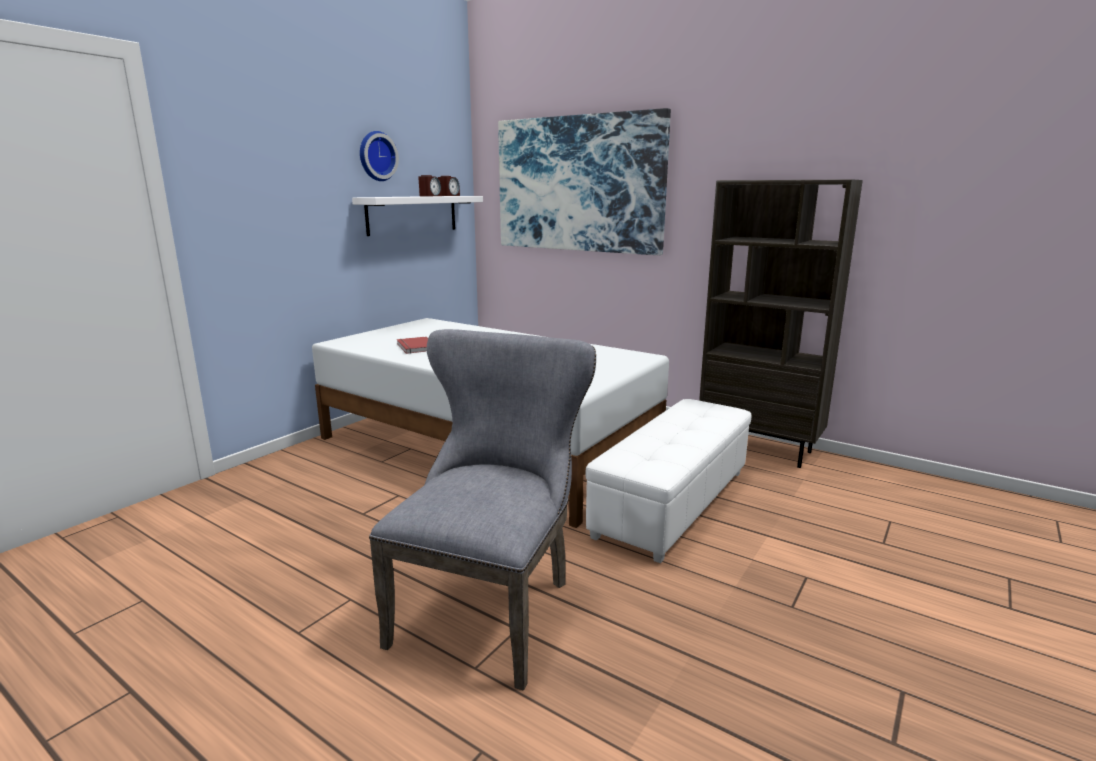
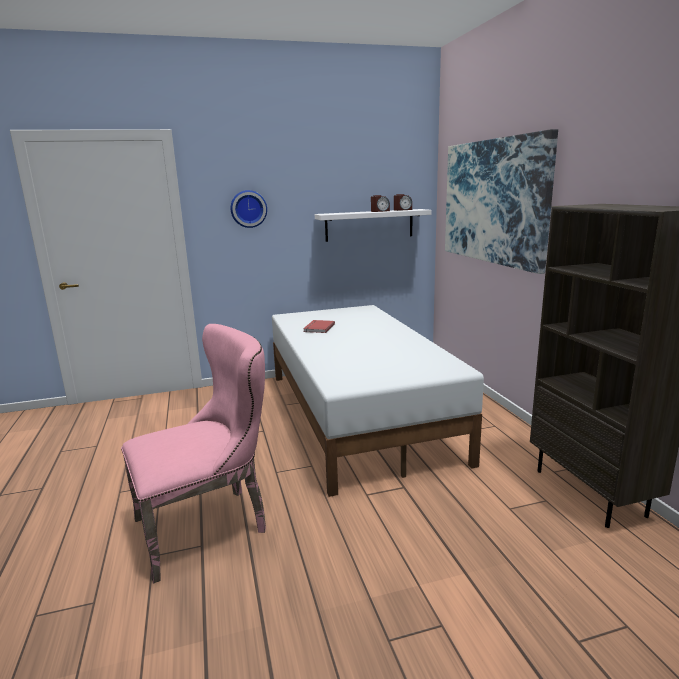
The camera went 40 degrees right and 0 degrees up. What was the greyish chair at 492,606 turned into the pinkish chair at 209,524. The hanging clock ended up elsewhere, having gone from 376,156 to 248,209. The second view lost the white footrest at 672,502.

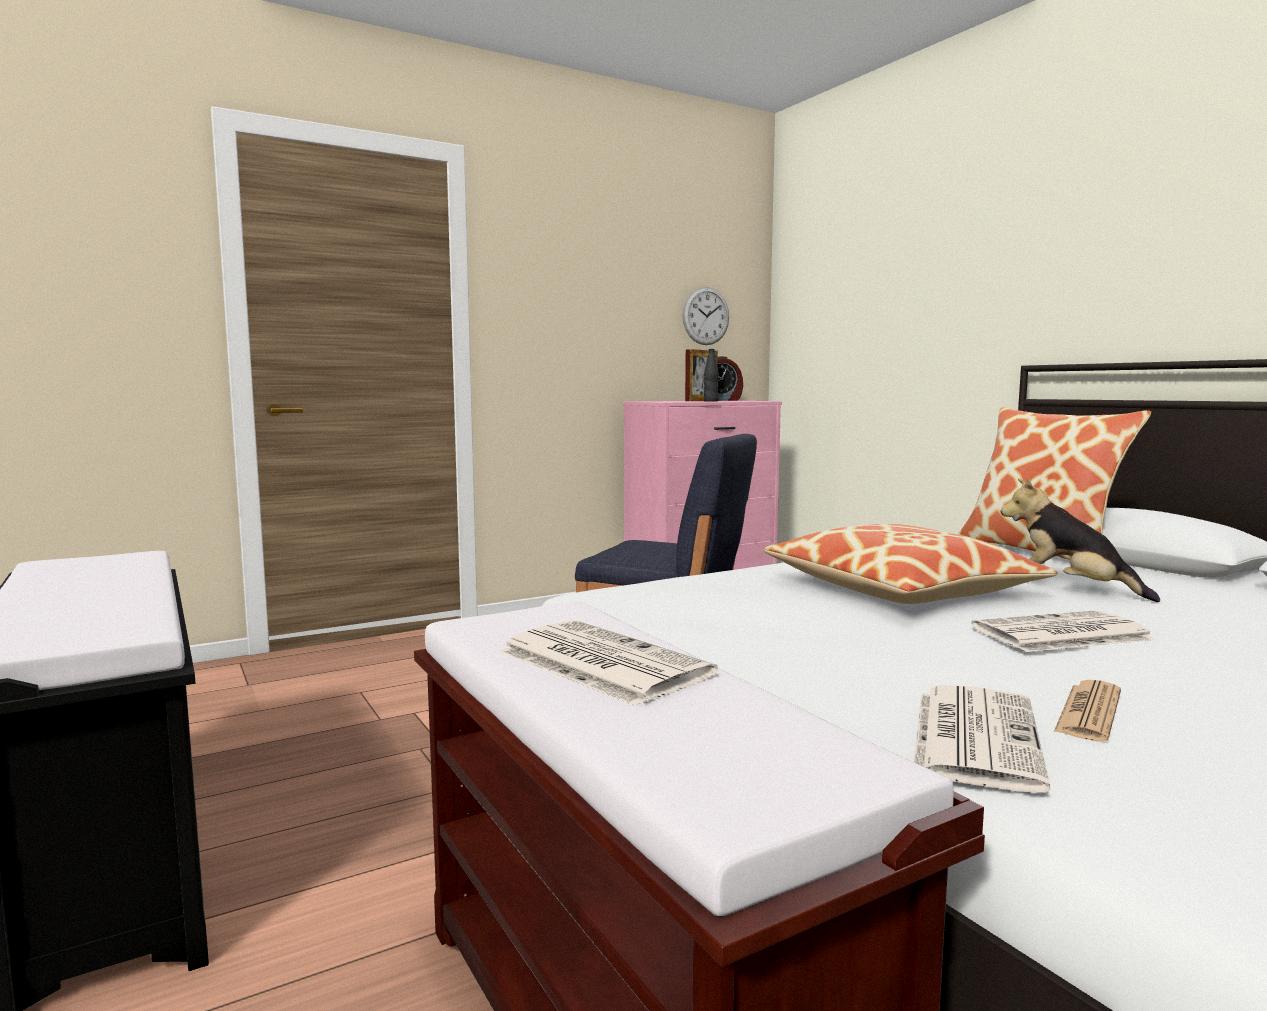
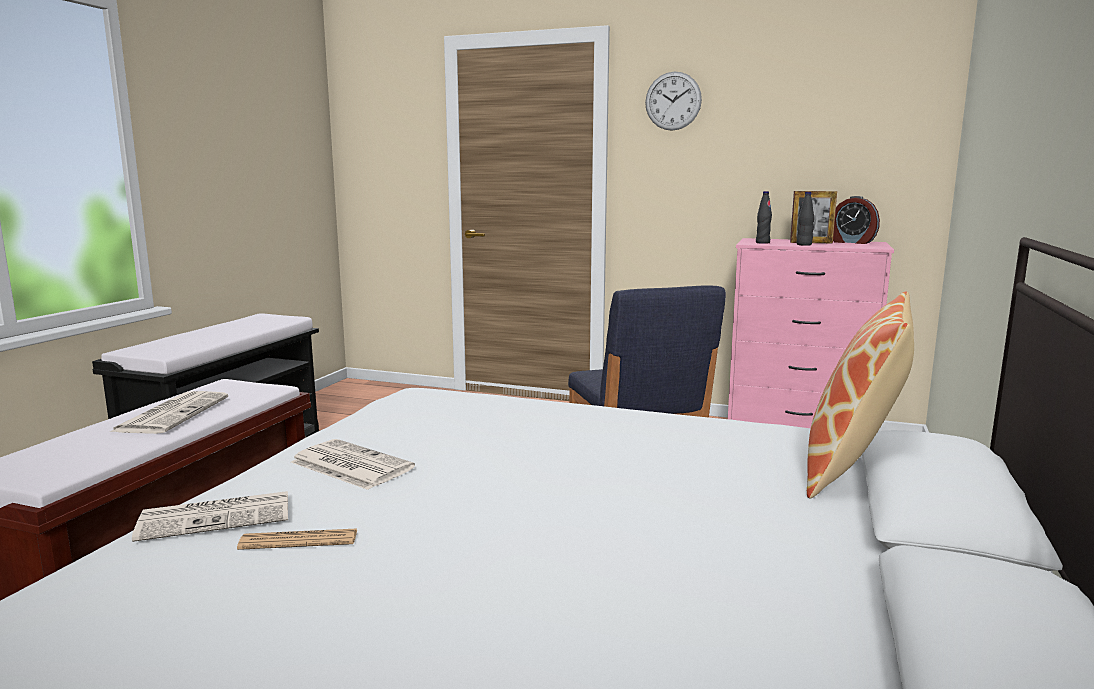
The camera went 50 degrees right and 5 degrees up. The printed paper ended up elsewhere, having gone from 1060,634 to 349,465. The hanging clock ended up elsewhere, having gone from 706,316 to 673,101. The second view gained the black bottle at 762,243. The second view lost the throw pillow at 900,590. The second view lost the cuddly toy at 1070,589.

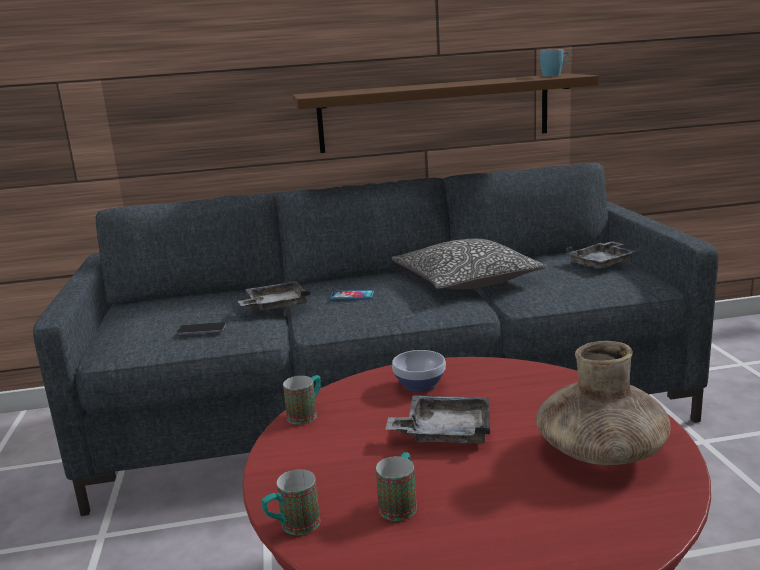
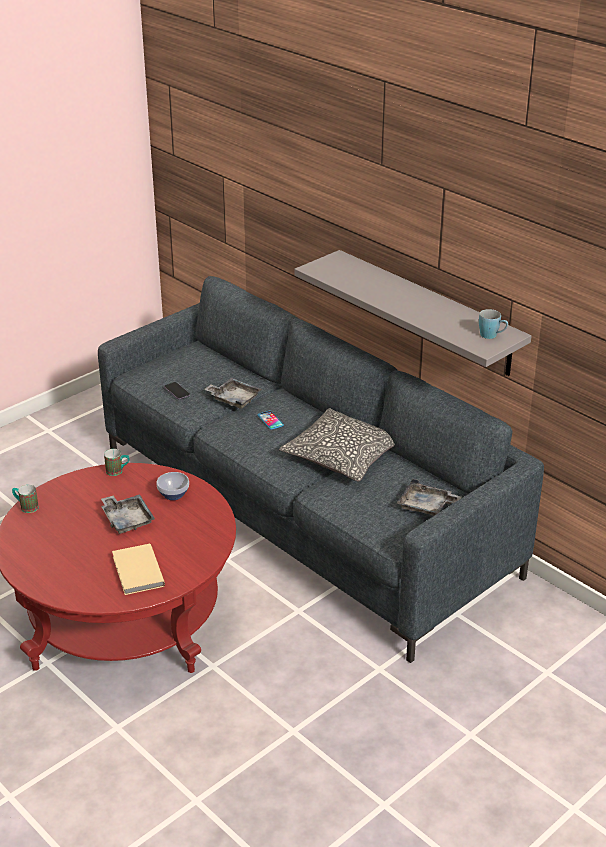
The camera went 55 degrees right and 15 degrees up. Where the brown-coloured vase stood at 600,452, the beige-coloured bound book came to stand at 136,572. What was the brown-coloured bracket shelf at 434,113 turned into the greyish bracket shelf at 428,313. The second view lost the mug at 400,504.

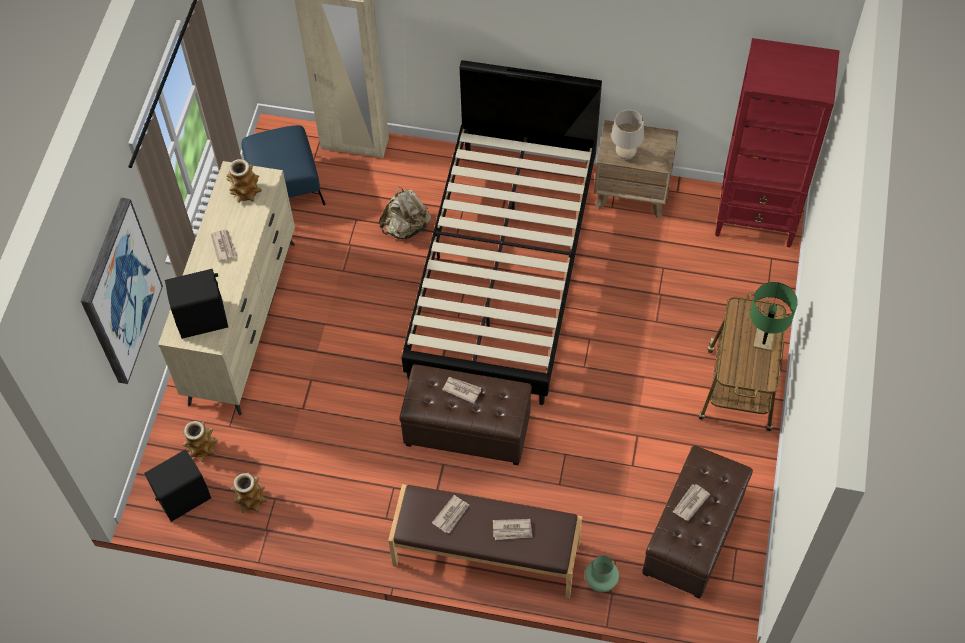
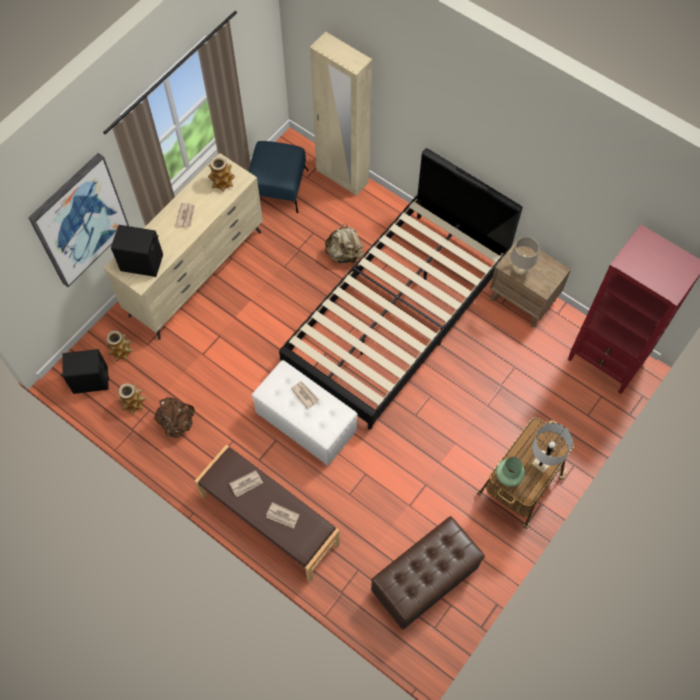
The camera went 25 degrees right and 5 degrees up. The second view gained the brown-coloured knapsack at 177,423. What was the brown-coloured footrest at 467,429 turned into the white footrest at 306,422. The green-coloured vase ended up elsewhere, having gone from 601,582 to 508,477. What was the green-coloured tabletop lamp at 764,339 turned into the white tabletop lamp at 542,462. The second view lost the printed paper at 690,503.

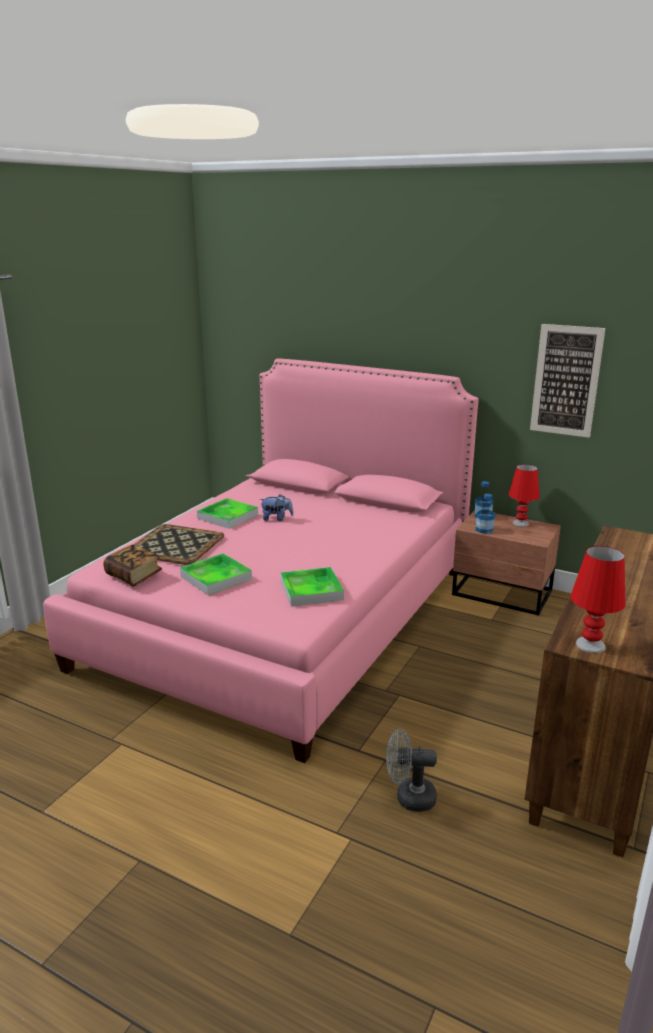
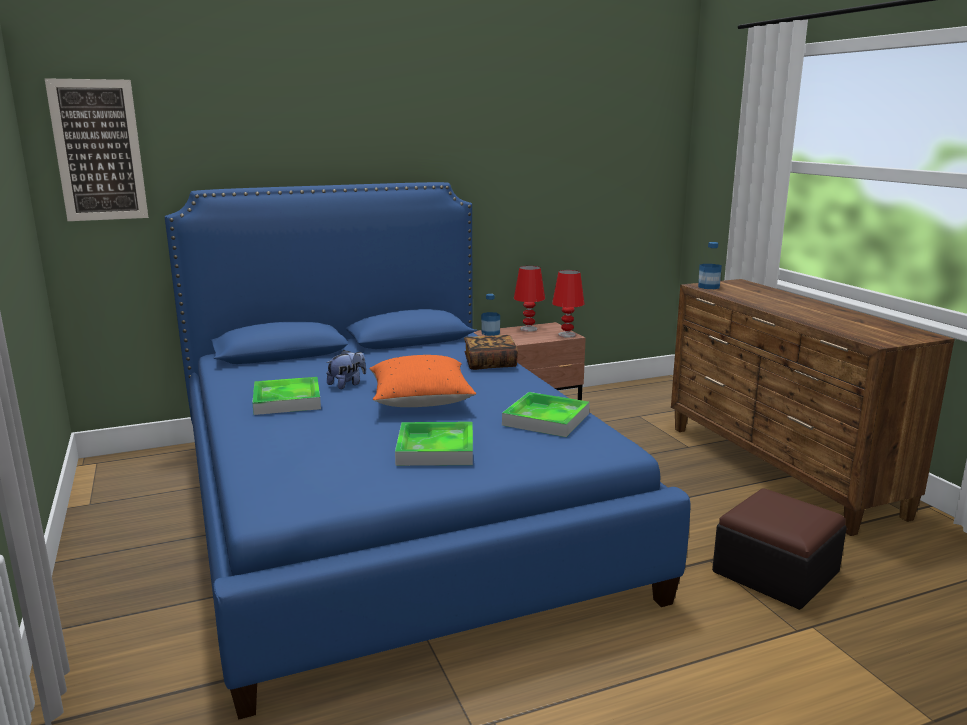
The camera went 50 degrees left and 5 degrees down. The picture ended up elsewhere, having gone from 566,381 to 98,151. What was the pinkish bed at 283,615 turned into the blue bed at 389,509. The second view gained the orange throw pillow at 420,401. The bound book ended up elsewhere, having gone from 134,576 to 490,364. The red tabletop lamp ended up elsewhere, having gone from 590,645 to 567,335. The bottle ended up elsewhere, having gone from 484,529 to 708,287. Where the greyish electric fan stood at 409,797, the footrest came to stand at 775,572. The second view lost the tray at 177,544.

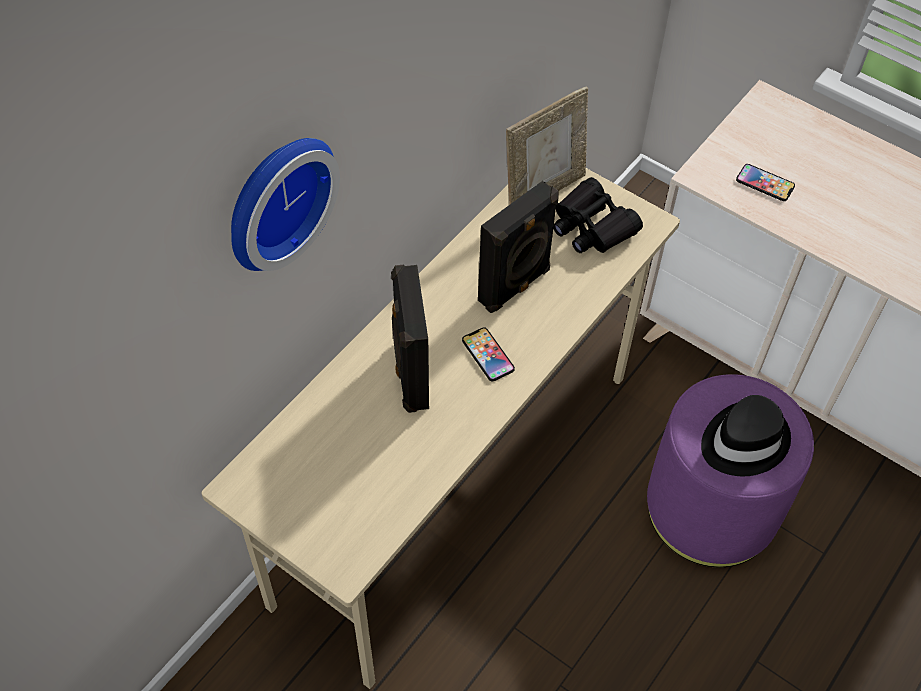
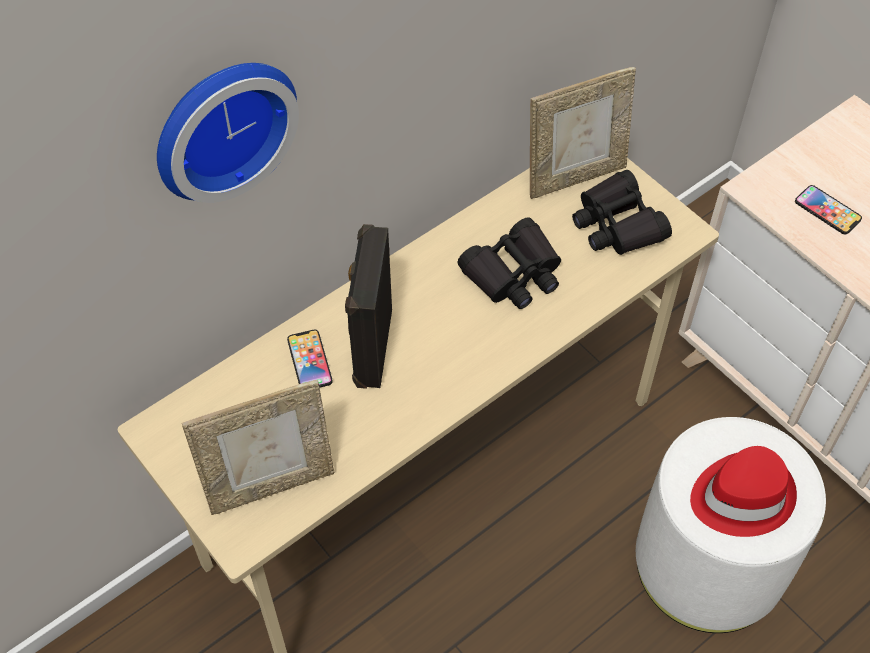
The camera went 15 degrees right and 0 degrees up. The second view gained the standing frame at 271,484. The telephone ended up elsewhere, having gone from 488,355 to 309,361. Where the black loudspeaker stood at 515,286, the black binoculars came to stand at 513,274. What was the purplish footrest at 711,508 turned into the white footrest at 708,564. What was the black hat at 743,441 turned into the red hat at 741,496.

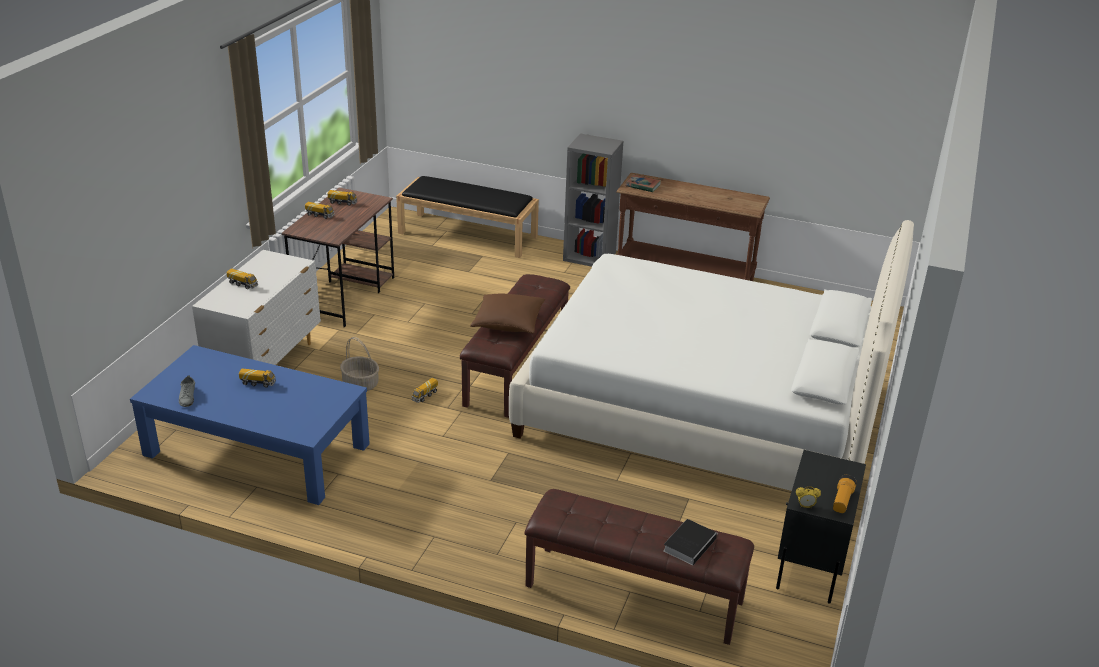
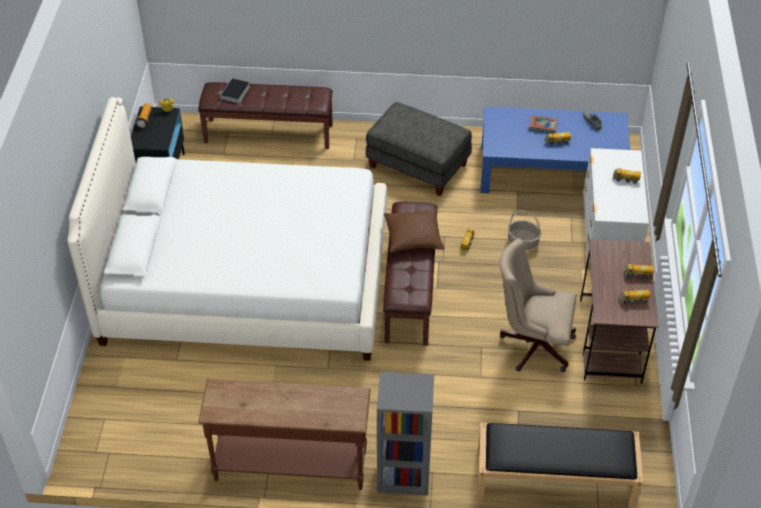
The camera went 165 degrees right and 15 degrees up. The second view gained the greyish footrest at 417,166. The second view gained the beige-coloured desk chair at 532,344. The bound book ended up elsewhere, having gone from 642,185 to 543,126.

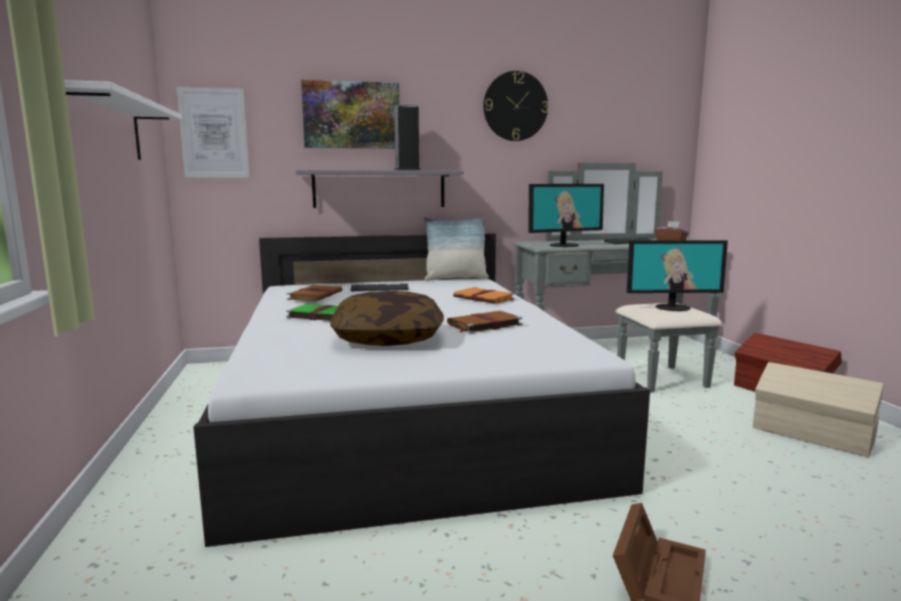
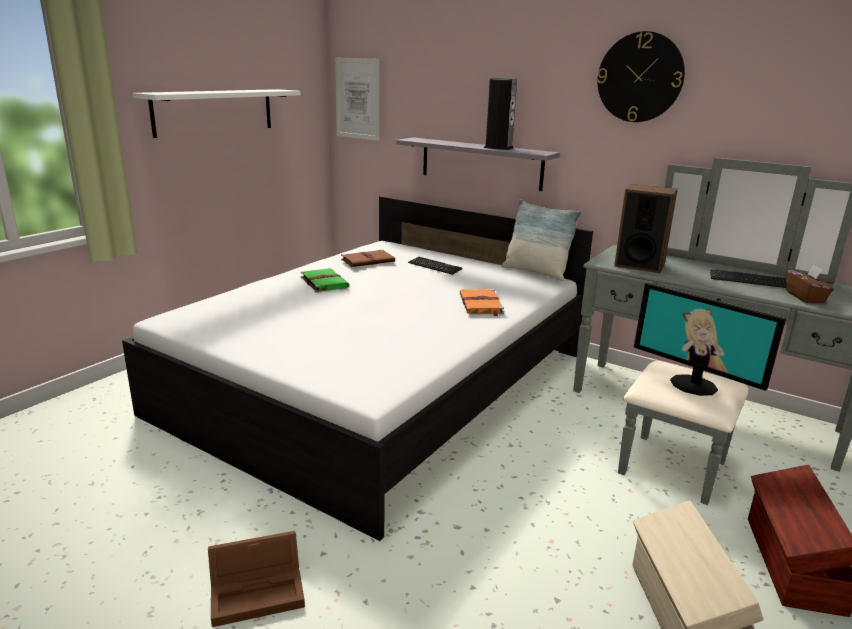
The camera went 45 degrees right and 10 degrees up. Where the monitor stood at 564,245, the loudspeaker came to stand at 639,265. The second view lost the picture at 351,115. The second view lost the throw pillow at 388,338. The second view lost the brown-coloured bound book at 483,324.

